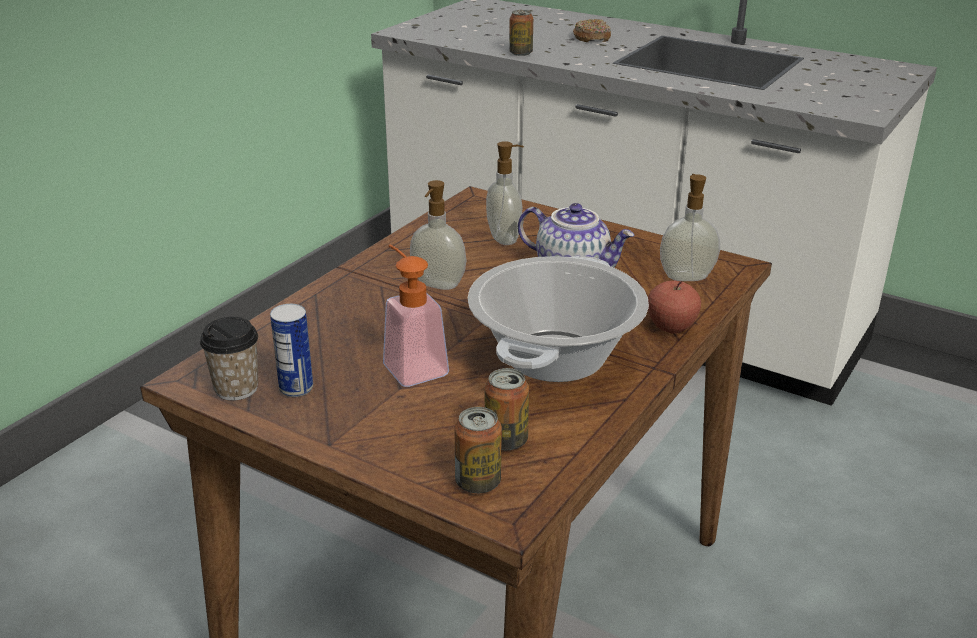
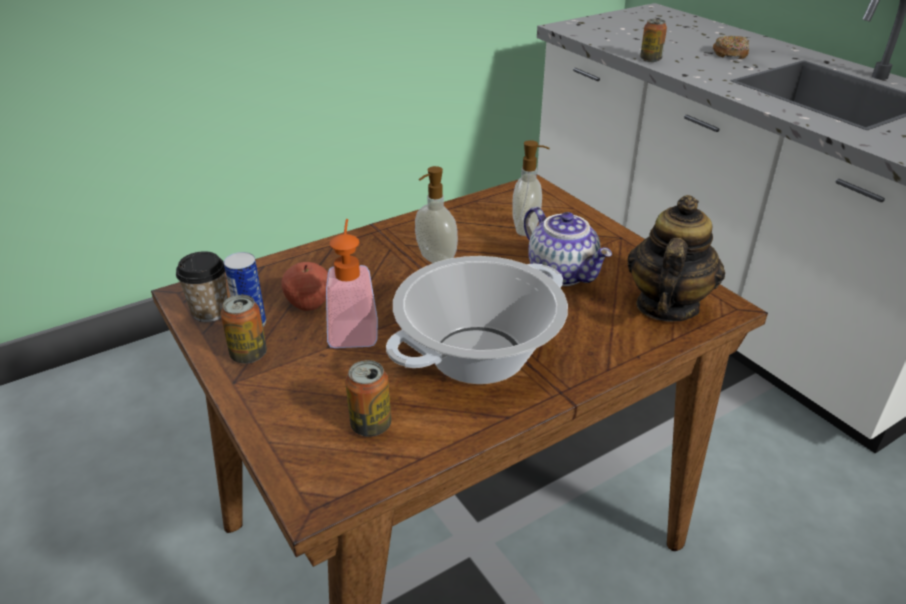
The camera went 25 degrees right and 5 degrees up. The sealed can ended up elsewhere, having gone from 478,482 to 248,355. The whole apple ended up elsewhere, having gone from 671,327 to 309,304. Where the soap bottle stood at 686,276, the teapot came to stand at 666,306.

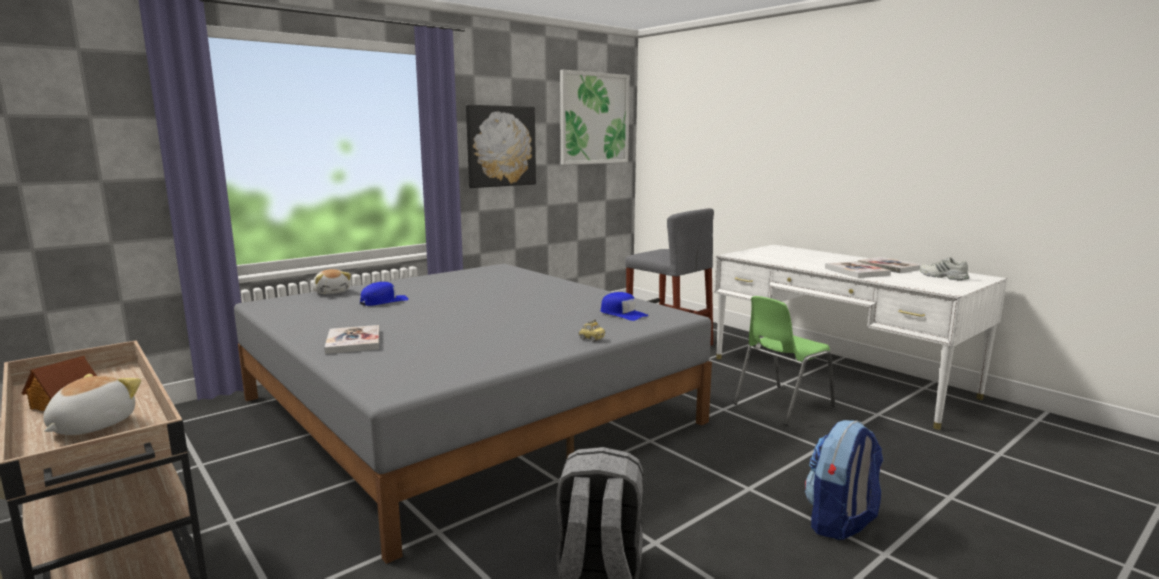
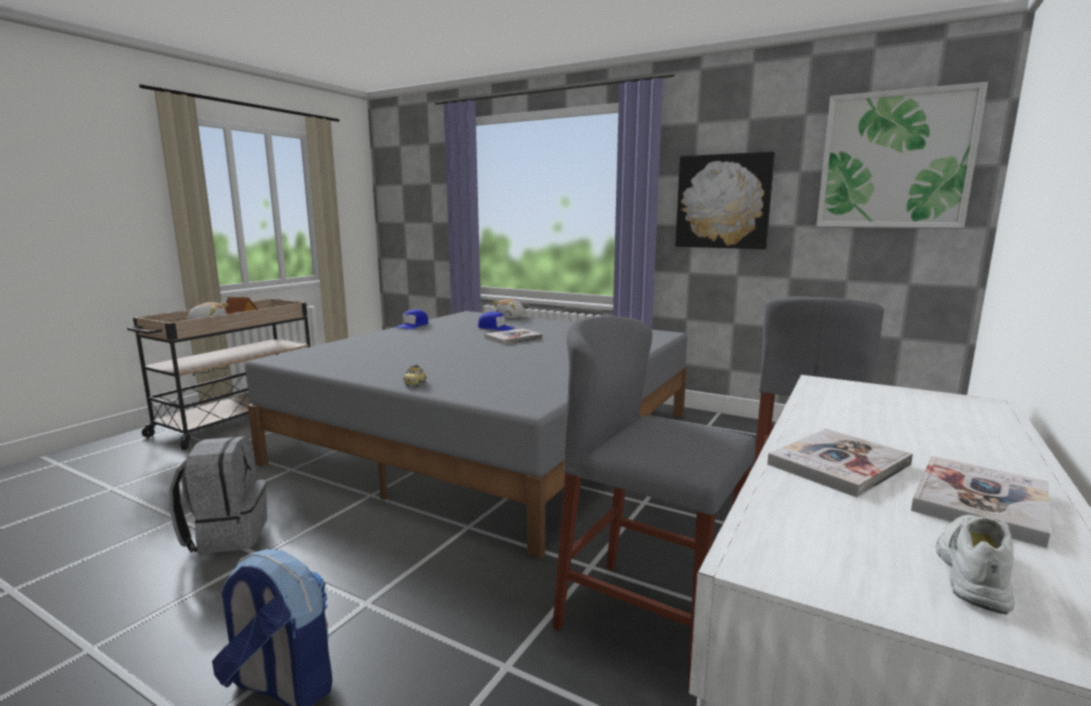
The camera went 70 degrees right and 0 degrees up. The blue baseball cap ended up elsewhere, having gone from 623,314 to 413,326. The bound book ended up elsewhere, having gone from 353,341 to 513,338. Where the green-coloured chair stood at 781,405, the greyish stool came to stand at 646,619.

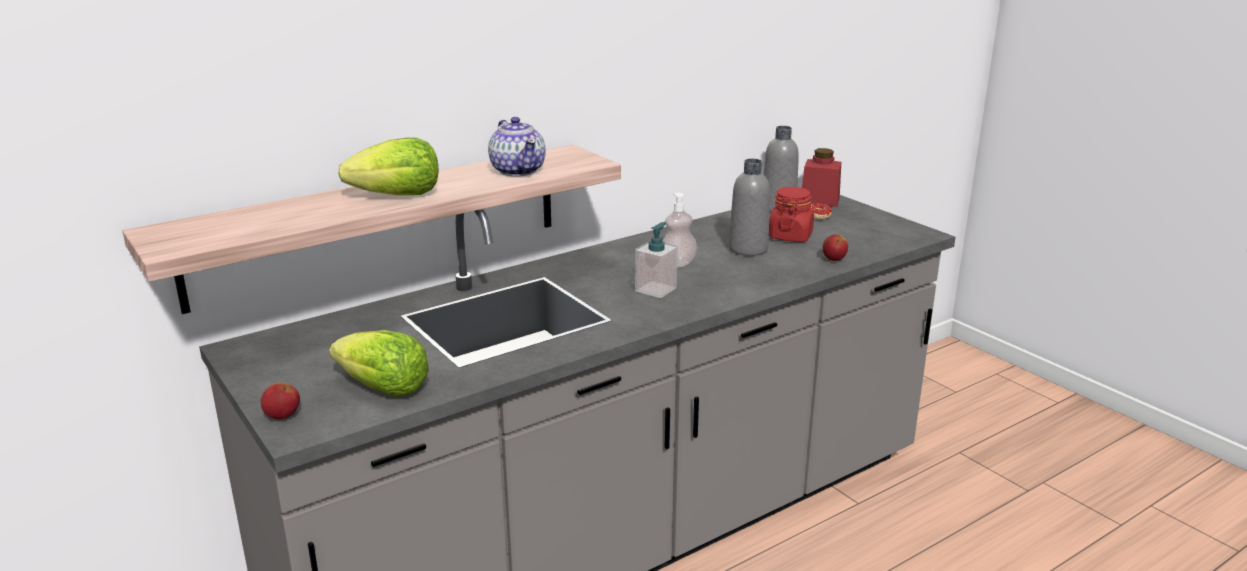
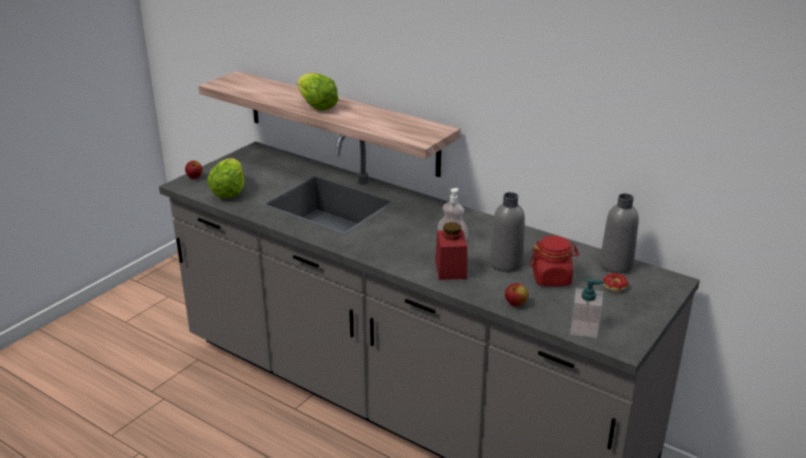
The camera went 70 degrees right and 5 degrees up. The red jar ended up elsewhere, having gone from 819,200 to 451,269. The soap bottle ended up elsewhere, having gone from 656,289 to 584,329. The second view lost the teapot at 518,170.

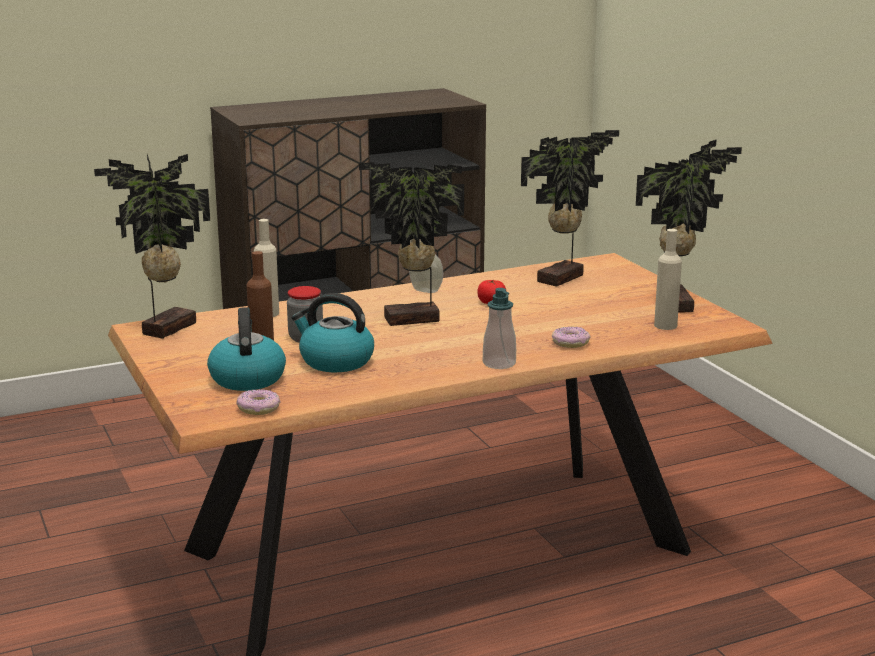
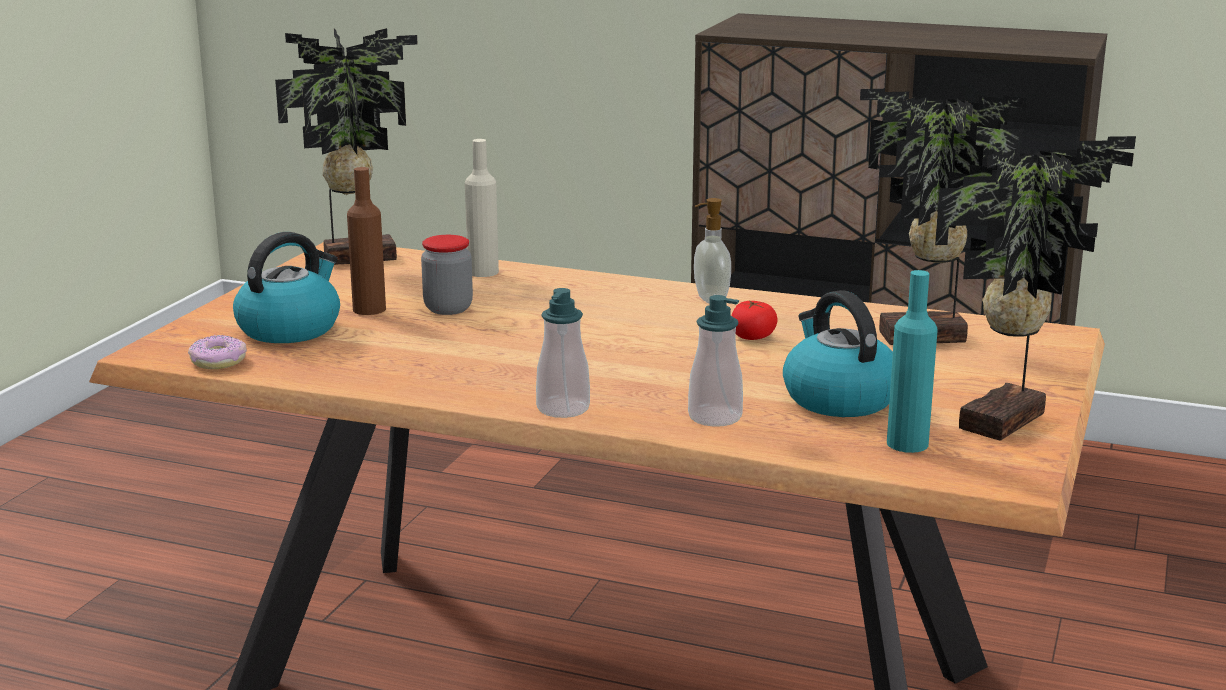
The camera went 45 degrees right and 0 degrees up. Where the donut stood at 570,343, the soap bottle came to stand at 715,417. The tea kettle ended up elsewhere, having gone from 335,361 to 838,398. What was the beige-coloured bottle at 665,325 turned into the turquoise bottle at 907,444. The second view lost the plant in a pot at 414,321.

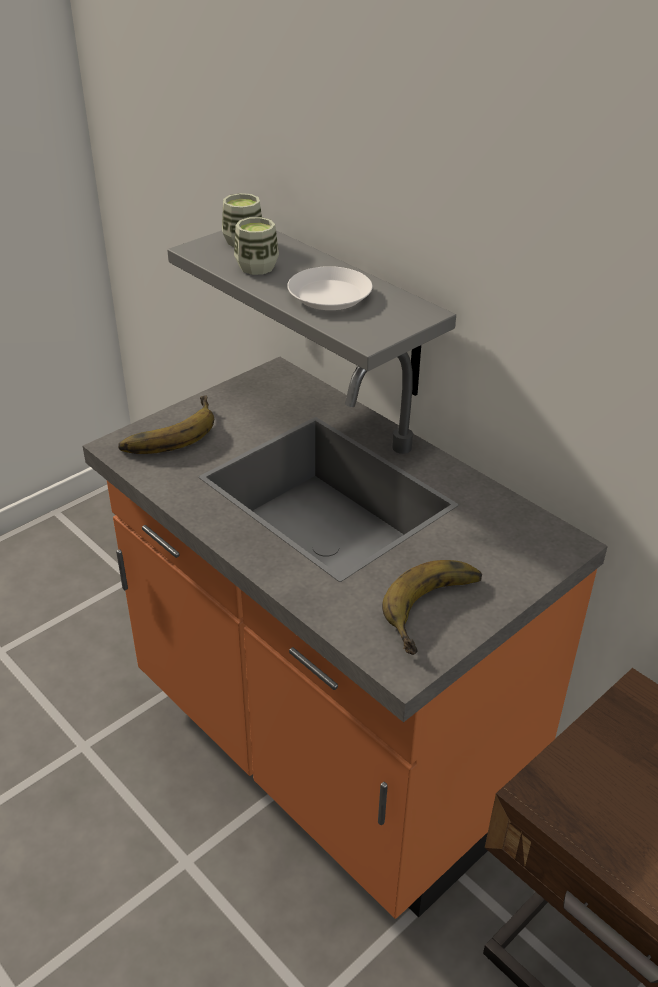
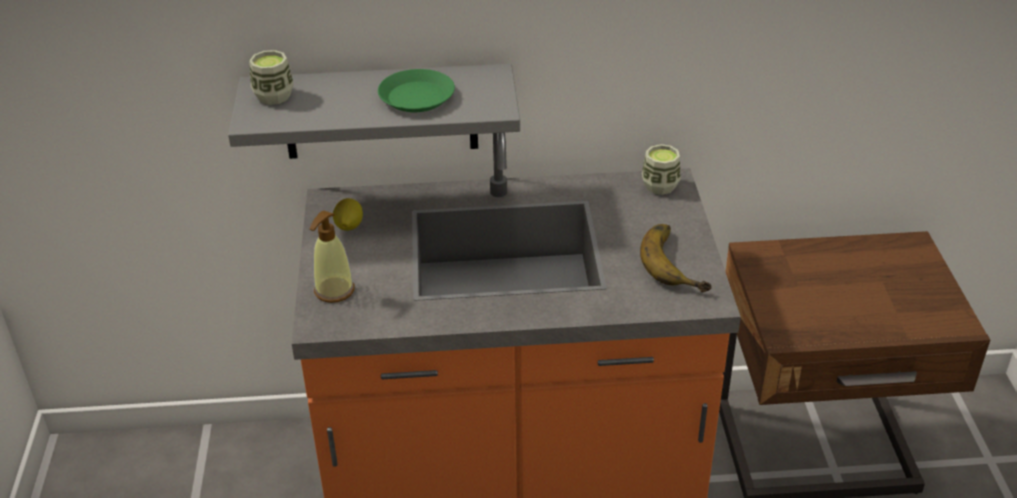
The camera went 50 degrees left and 0 degrees up. Where the whole banana stood at 166,432, the soap bottle came to stand at 334,290. The second view gained the citrus fruit at 348,227. What was the white plate at 329,295 turned into the green-coloured plate at 416,97. The small cup ended up elsewhere, having gone from 257,267 to 660,186.

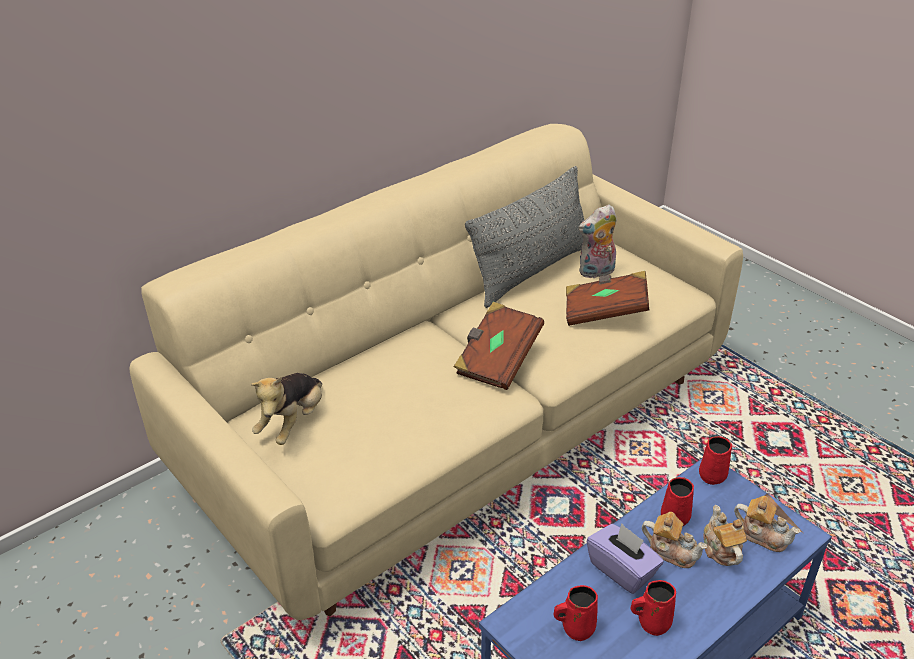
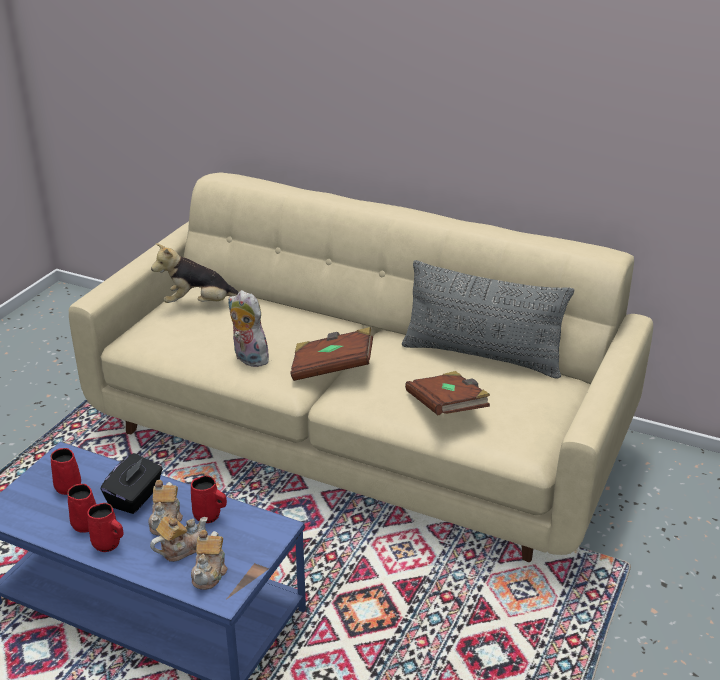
The camera went 65 degrees right and 5 degrees down. The red mug ended up elsewhere, having gone from 713,475 to 108,544. What was the purplish tissue box at 622,569 turned into the black tissue box at 135,497. The cuddly toy ended up elsewhere, having gone from 596,272 to 248,358.

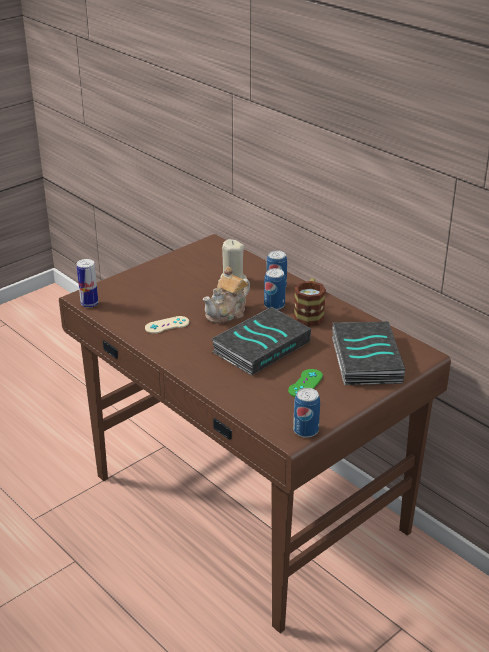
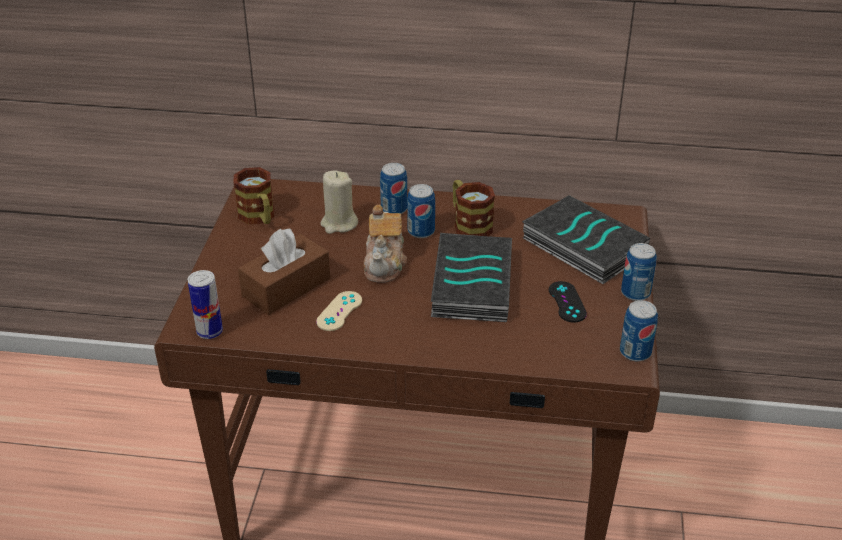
The camera went 40 degrees left and 5 degrees up. The second view gained the mug at 259,218. The second view gained the brown-coloured tissue box at 286,287. What was the green-coloured joypad at 305,383 turned into the black joypad at 567,302. The second view gained the sealed can at 635,293.

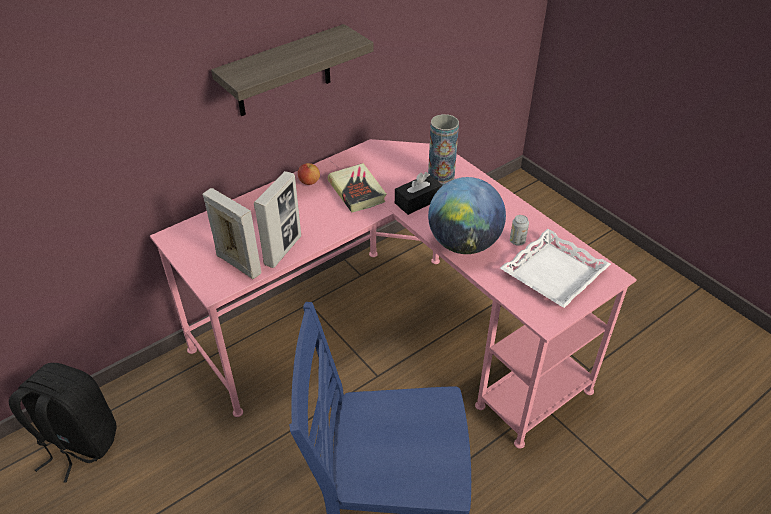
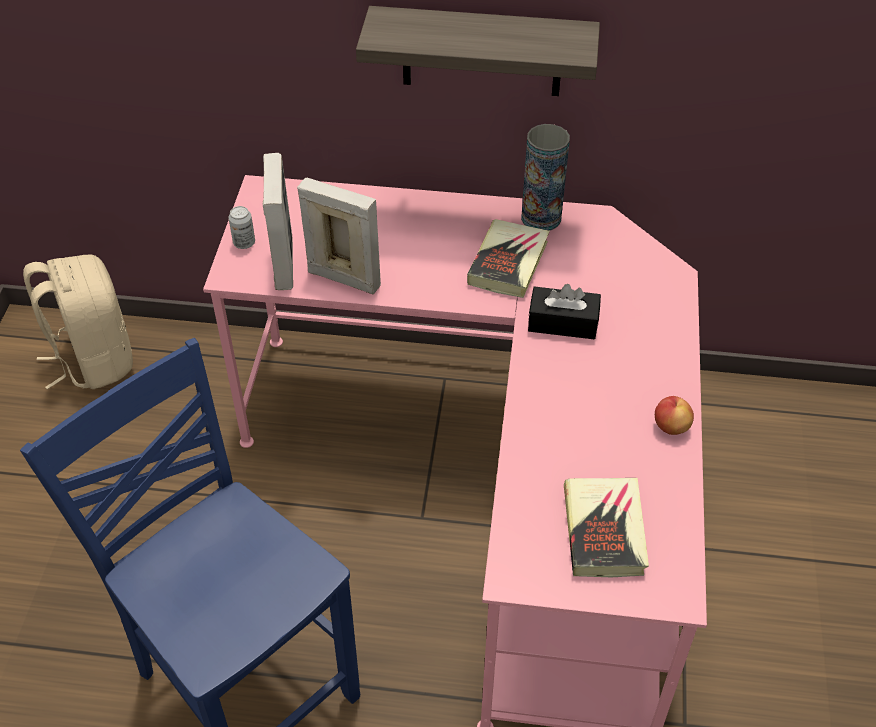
The camera went 45 degrees right and 5 degrees up. What was the black knapsack at 78,442 turned into the beige-coloured knapsack at 93,359. The sealed can ended up elsewhere, having gone from 517,241 to 244,243. The standing frame at 283,250 ended up facing another way, 135 degrees counterclockwise from before. The vase ended up elsewhere, having gone from 441,179 to 541,218. Where the white tray stood at 553,273, the bound book came to stand at 604,531. The whole apple ended up elsewhere, having gone from 309,182 to 670,426. The second view lost the world globe at 463,244.

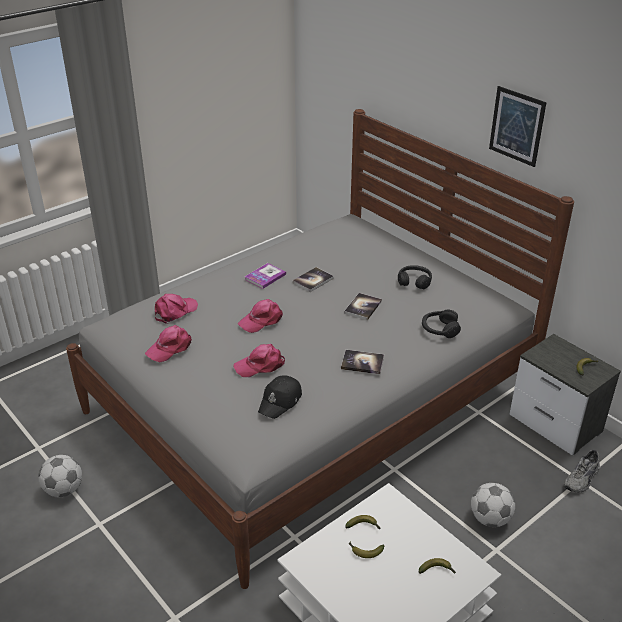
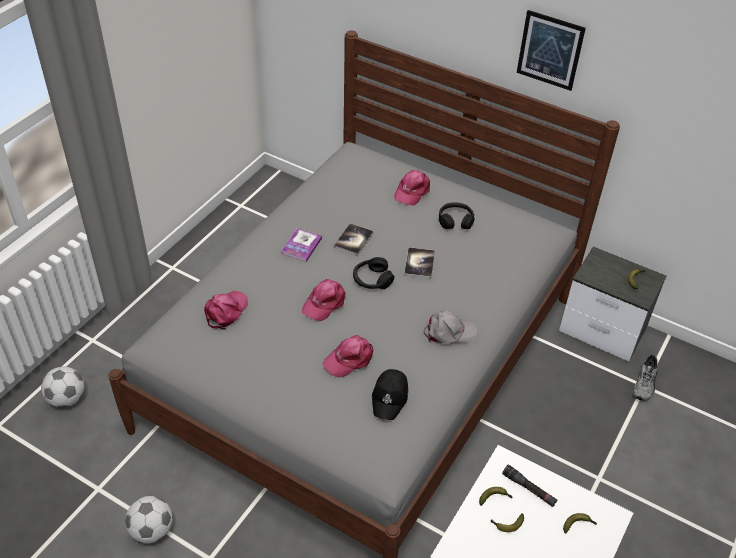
The camera went 20 degrees left and 10 degrees up. The football ended up elsewhere, having gone from 490,519 to 67,399. The black pair of headphones ended up elsewhere, having gone from 439,329 to 372,279. The pinkish baseball cap ended up elsewhere, having gone from 170,348 to 412,191. Where the bound book stood at 362,363, the greyish baseball cap came to stand at 449,332. The second view gained the black flashlight at 529,489.

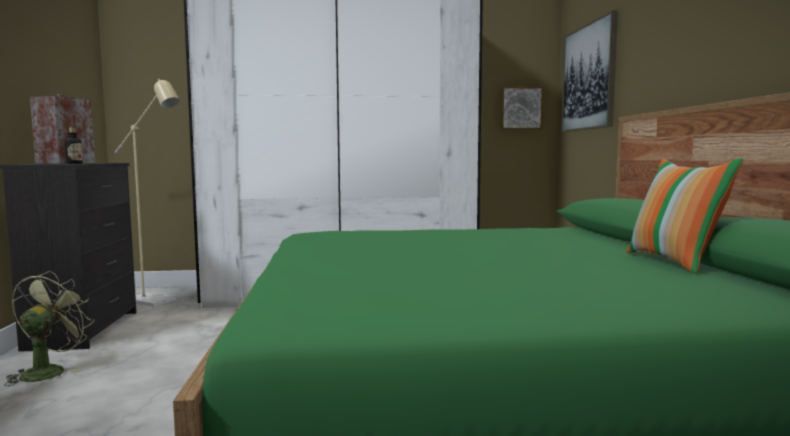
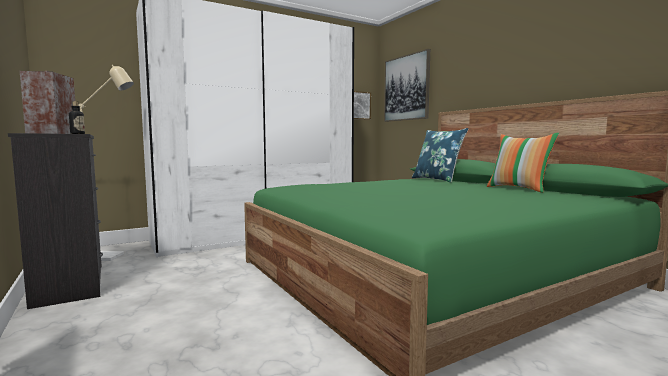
The camera went 25 degrees left and 0 degrees up. The second view gained the blue throw pillow at 437,180. The second view lost the green-coloured electric fan at 48,371.

